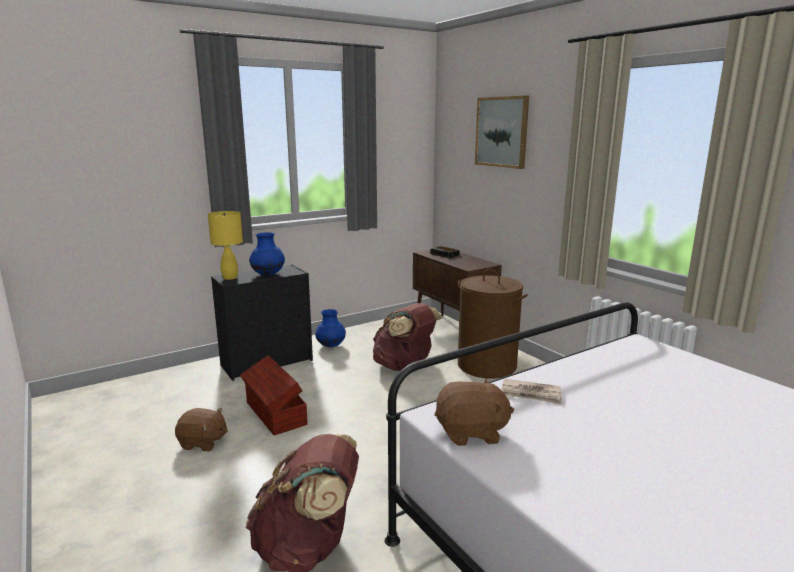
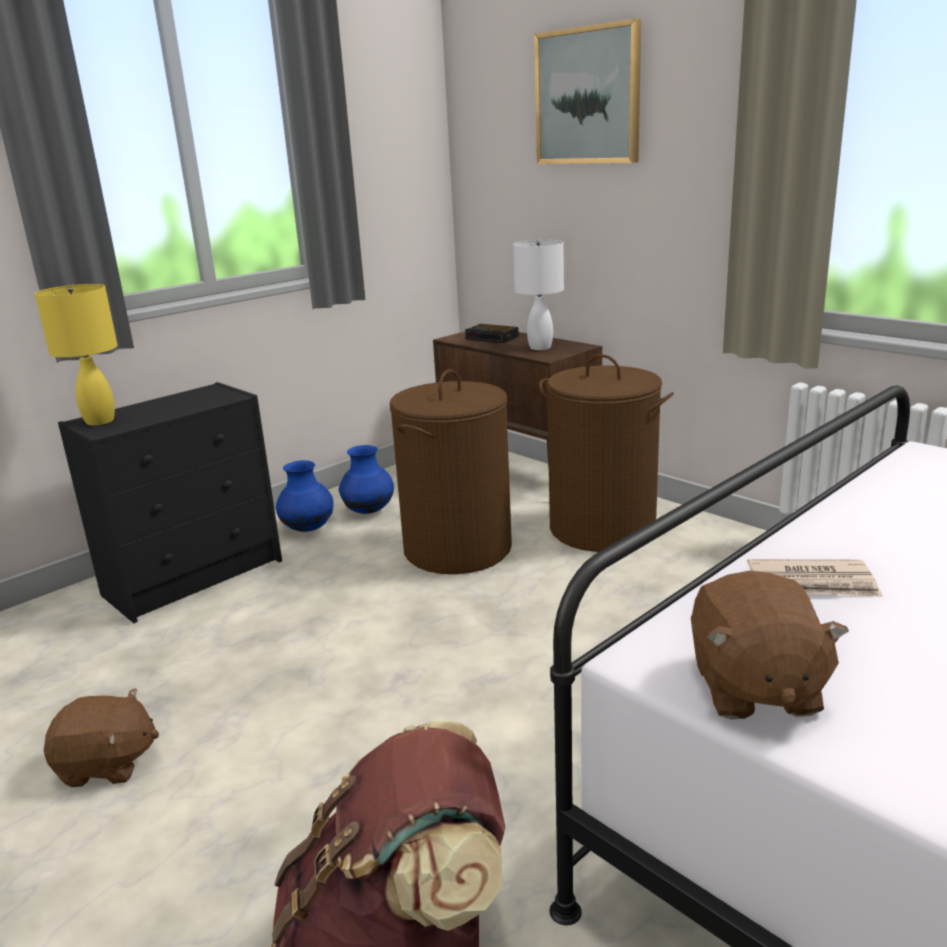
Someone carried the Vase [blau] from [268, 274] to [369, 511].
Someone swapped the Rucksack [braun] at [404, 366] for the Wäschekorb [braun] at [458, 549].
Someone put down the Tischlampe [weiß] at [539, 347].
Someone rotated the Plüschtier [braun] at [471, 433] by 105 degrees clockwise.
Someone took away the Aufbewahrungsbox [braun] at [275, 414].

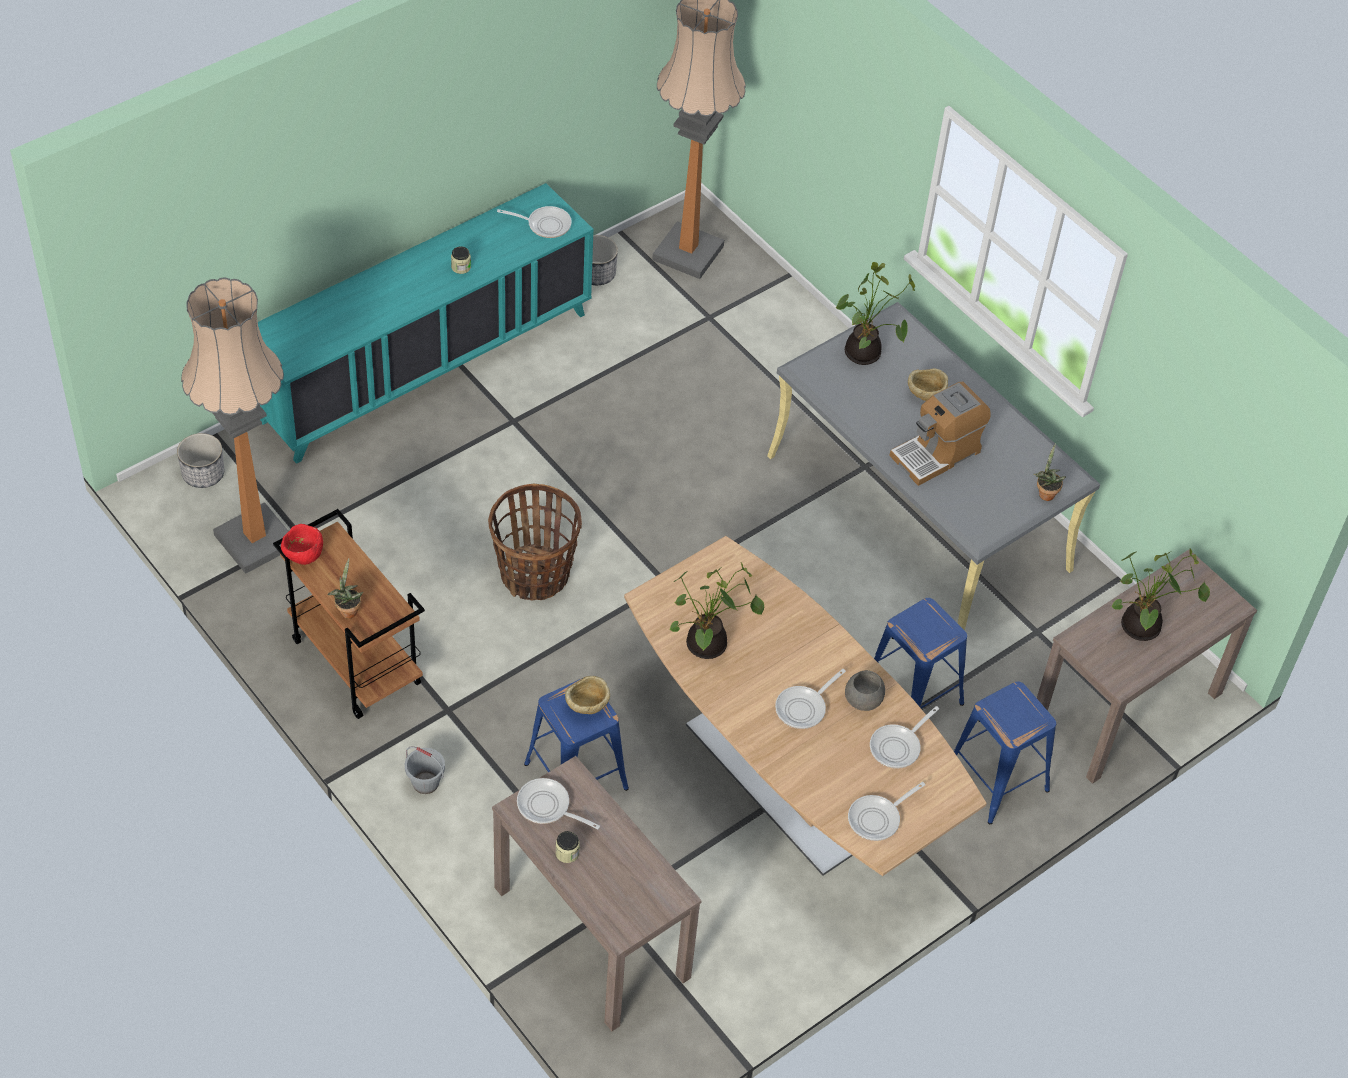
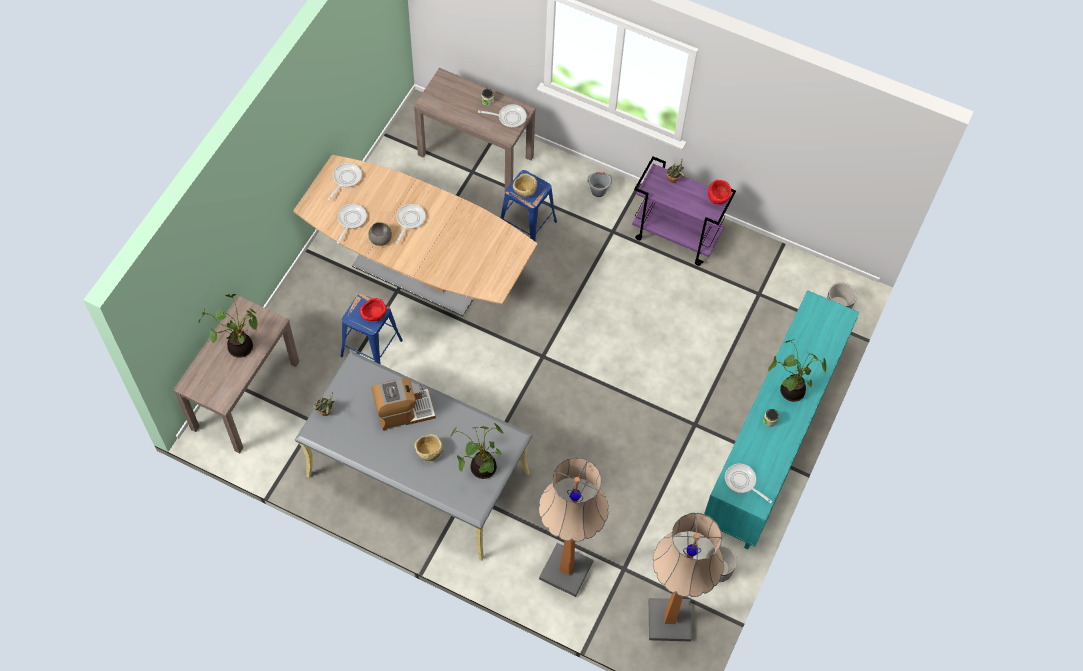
Someone put down the Schüssel [rot] at [373, 316].
Someone rotated the Kaffeemaschine at [936, 453] by 45 degrees clockwise.
Someone carried the Stehlampe from [255, 540] to [566, 570].
Someone repainted the Rollwagen [braun] at [354, 661], which became the Rollwagen [lila] at [677, 236].
Someone rotated the Pfanne at [545, 224] by 60 degrees clockwise.
Someone carried the Topfpflanze from [707, 648] to [790, 389].
Someone took away the Korb at [535, 575].
Someone took away the Hocker [blau] at [997, 779].

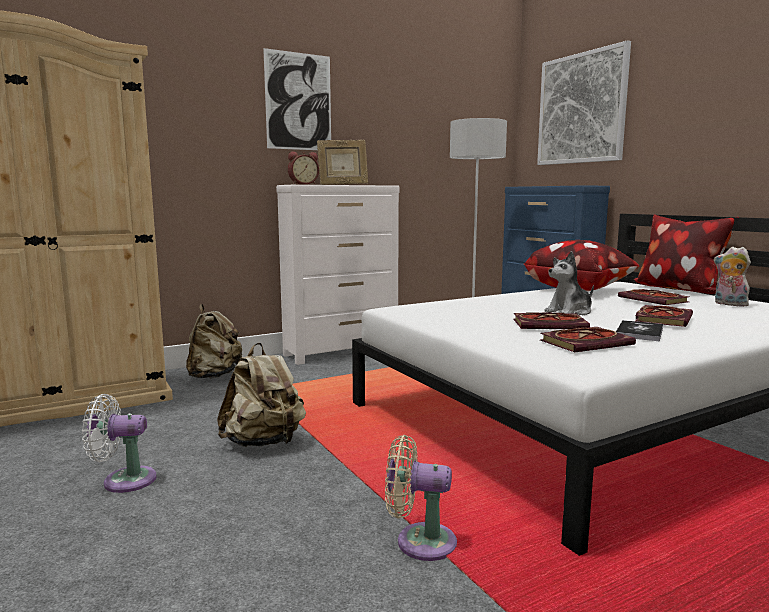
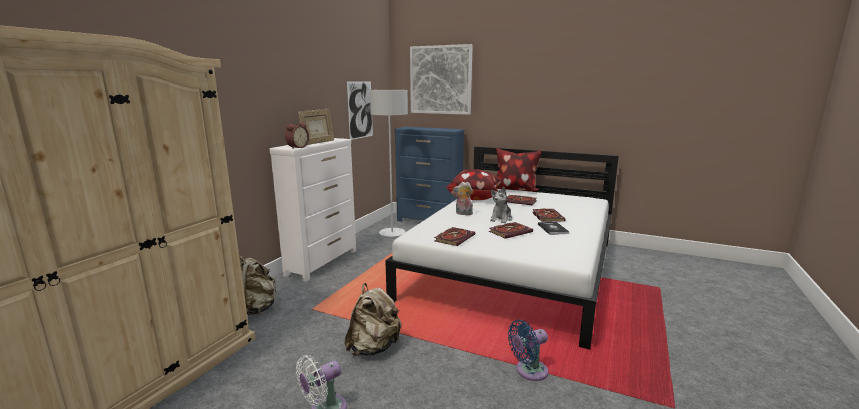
Someone carried the Bild from [298, 101] to [360, 110].
Someone carried the Buch from [586, 343] to [454, 238].
Someone carried the Plüschtier from [729, 304] to [463, 214].
Someone repainted the Ventilator [beige] at [419, 541], which became the Ventilator [blau] at [528, 371].

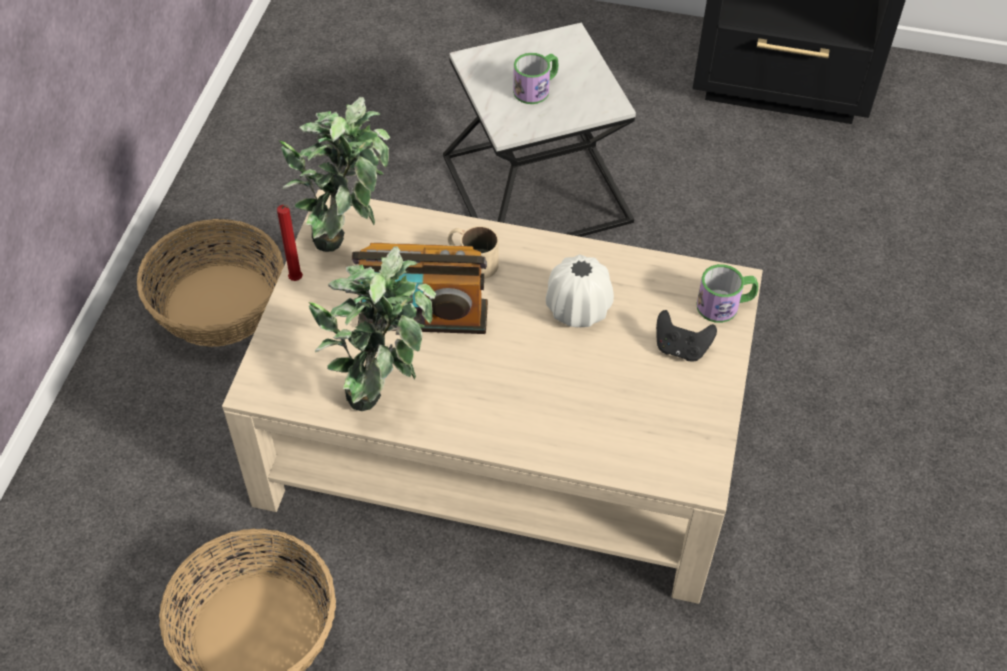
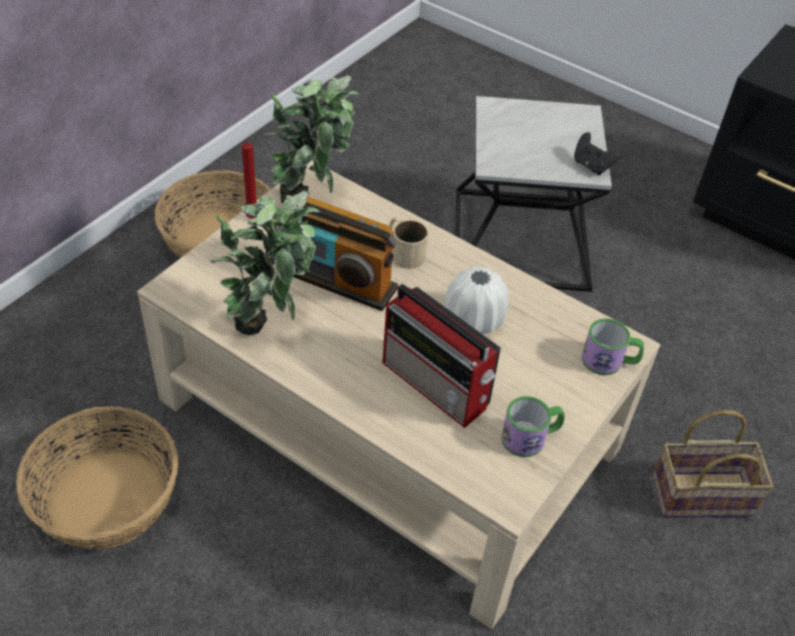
Someone put down the Radio at [437, 386].
Someone carried the Henkelbecher from [536, 88] to [530, 437].
Someone carried the Gamepad [schwarz] from [681, 348] to [592, 166].
Someone put down the Korb at [703, 494].

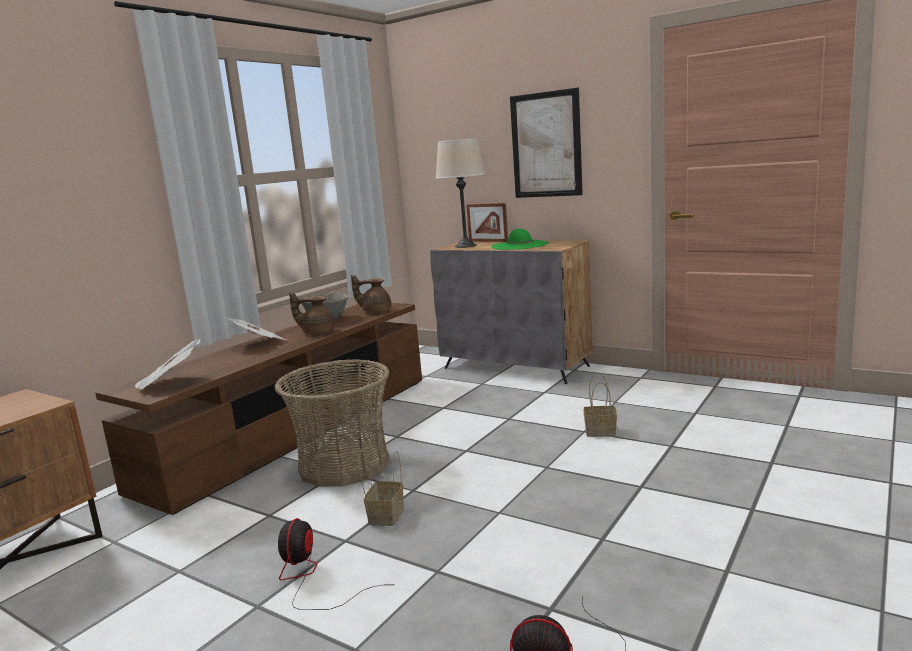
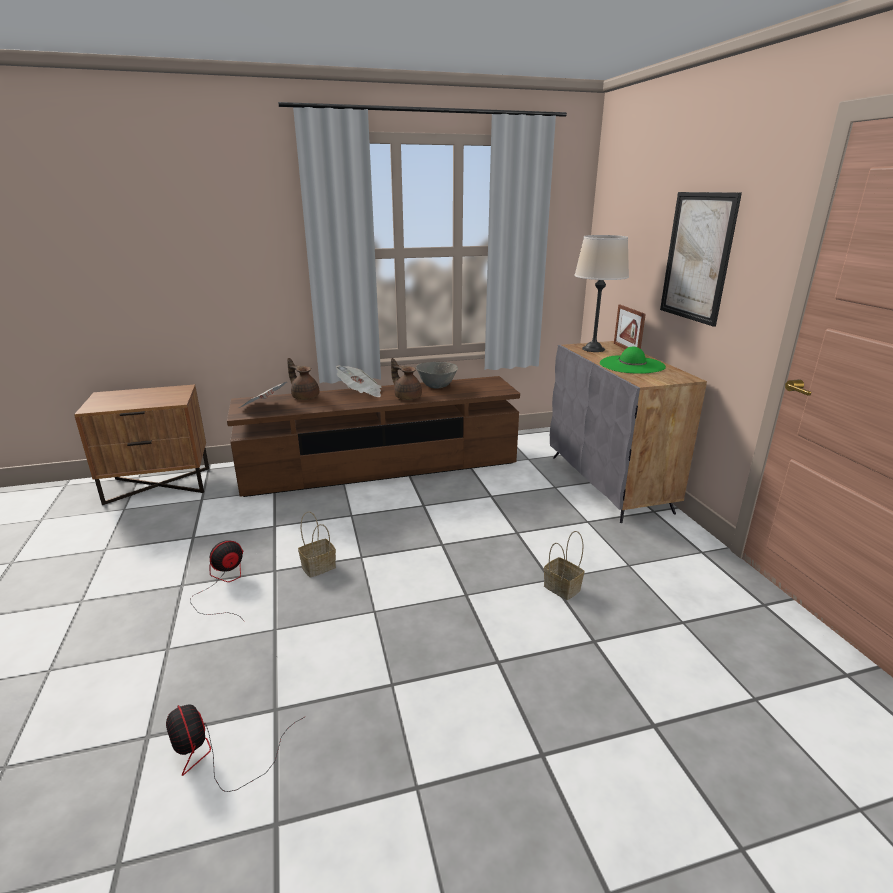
Someone carried the Teekanne [braun] from [375, 311] to [305, 397].
Someone took away the Korb at [344, 465].

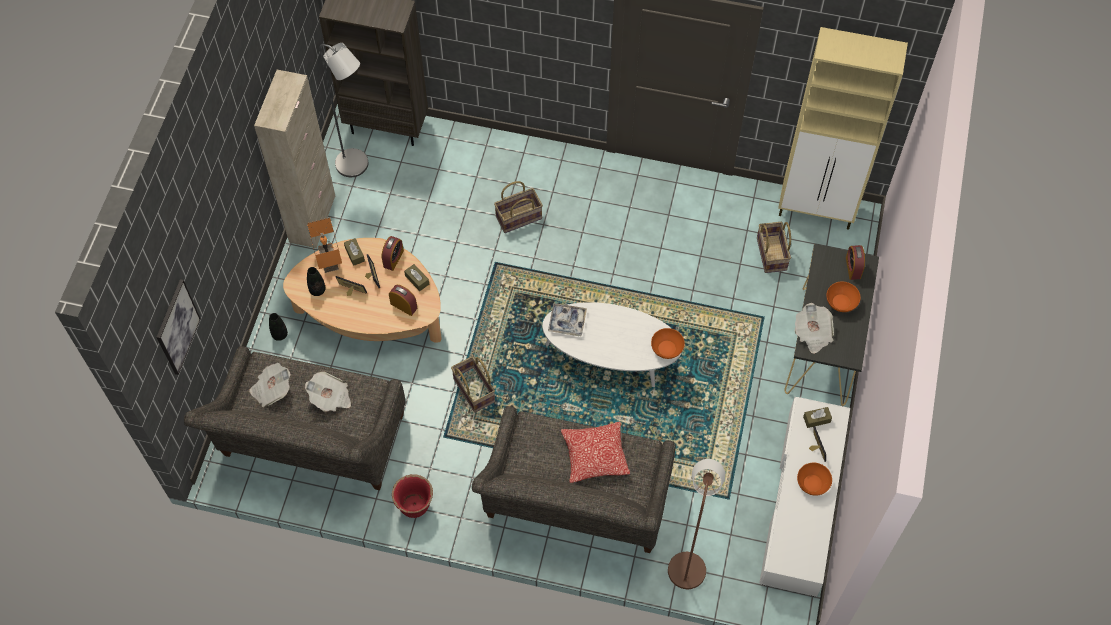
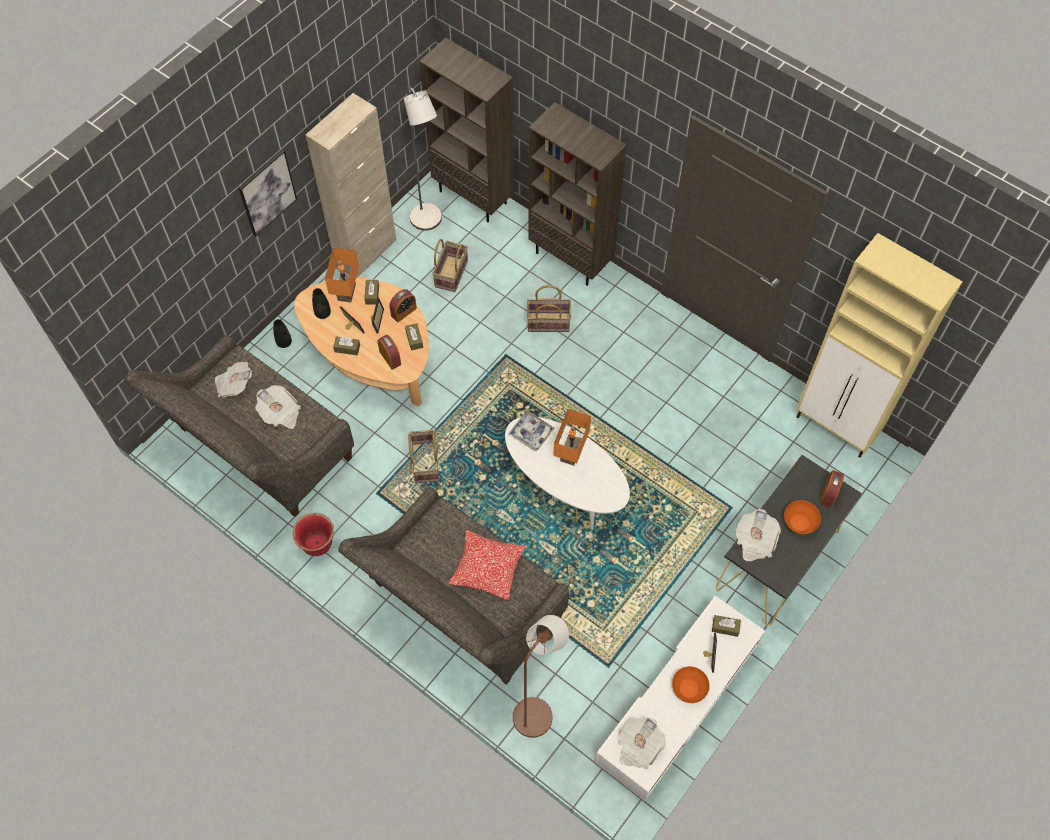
Someone carried the Bild from [177, 327] to [267, 192].
Someone put down the Taschentuchbox [braun] at [347, 348].
Someone carried the Korb from [770, 254] to [450, 273].
Someone put down the Bücherregal [braun] at [571, 259].
Someone put down the Tischlampe [orange] at [569, 452].
Someone put down the Zeitung at [638, 747].
Someone took away the Schüssel [orange] at [667, 348].

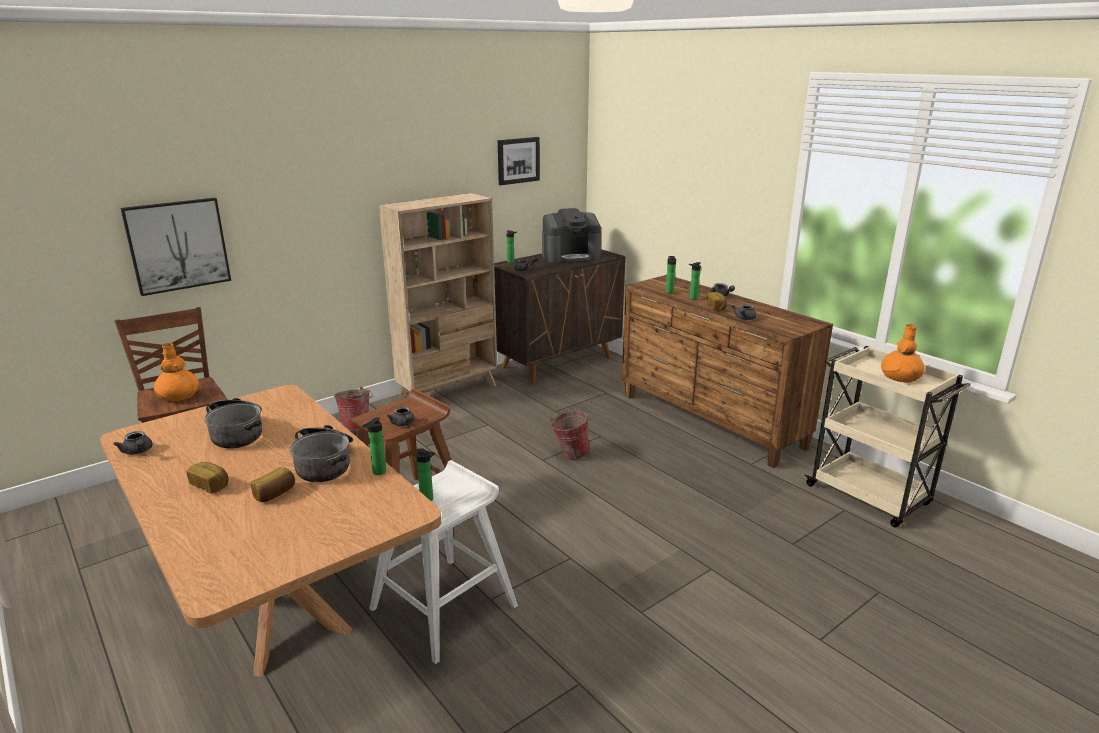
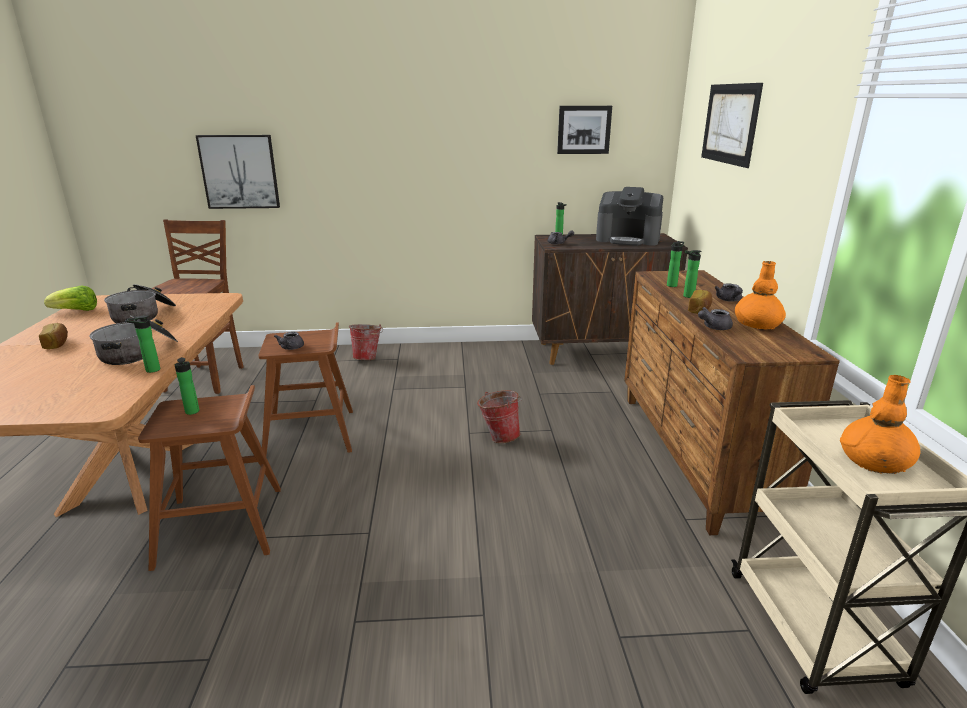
Someone swapped the Teekanne [grau] at [138, 452] for the Salatkopf at [77, 311].
Someone repainted the Hocker [weiß] at [445, 606], which became the Hocker [braun] at [222, 526].
Someone put up the Bild at [730, 124].
Someone carried the Vase [orange] from [178, 395] to [757, 324].
Someone took away the Brot at [275, 494].
Someone took away the Bücherregal [beige] at [449, 391].

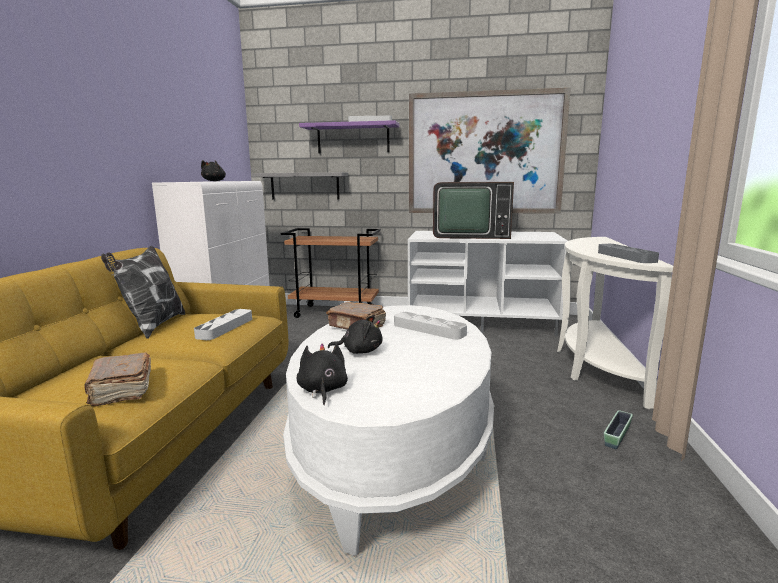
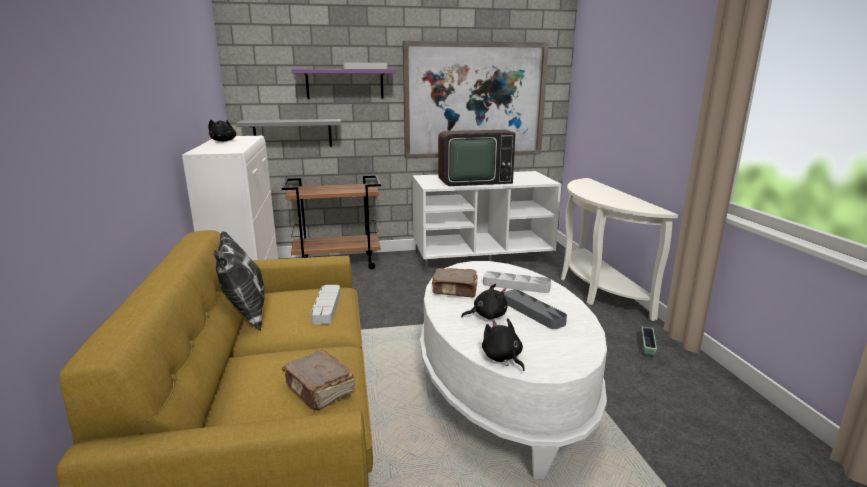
Someone carried the Tablett [grau] from [626, 257] to [533, 312].

